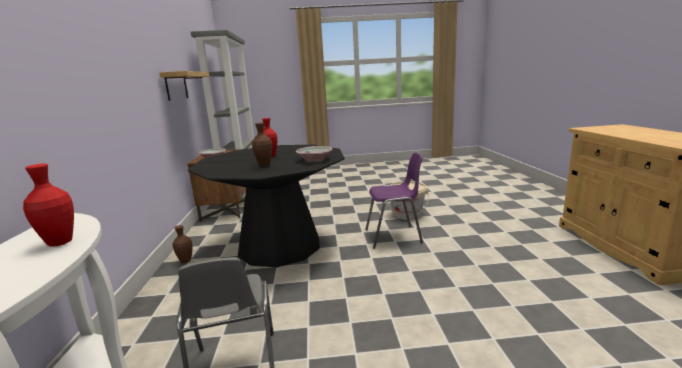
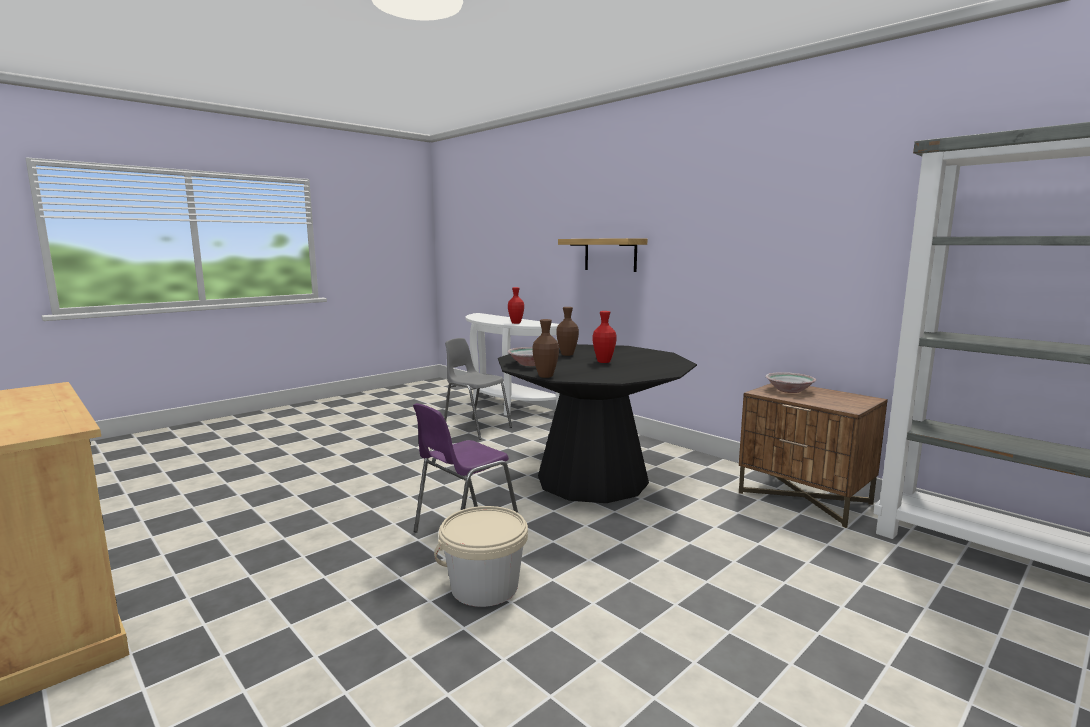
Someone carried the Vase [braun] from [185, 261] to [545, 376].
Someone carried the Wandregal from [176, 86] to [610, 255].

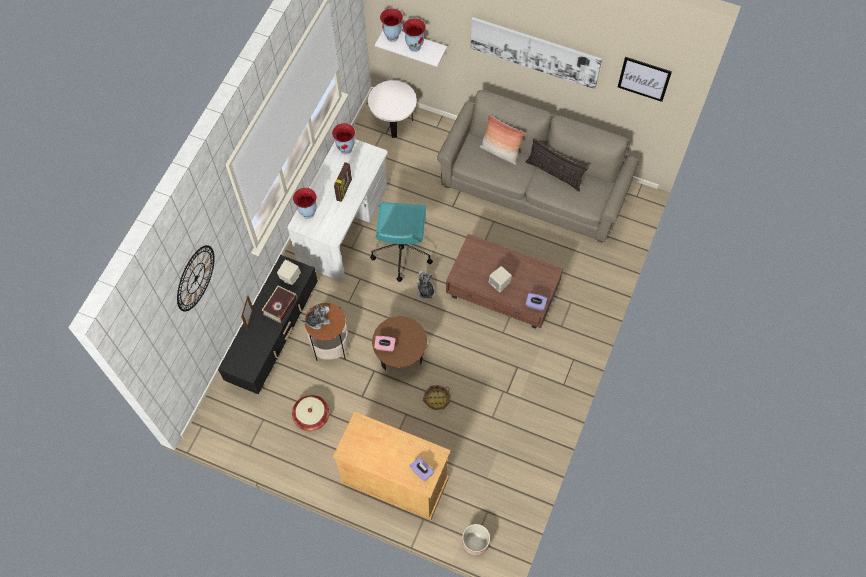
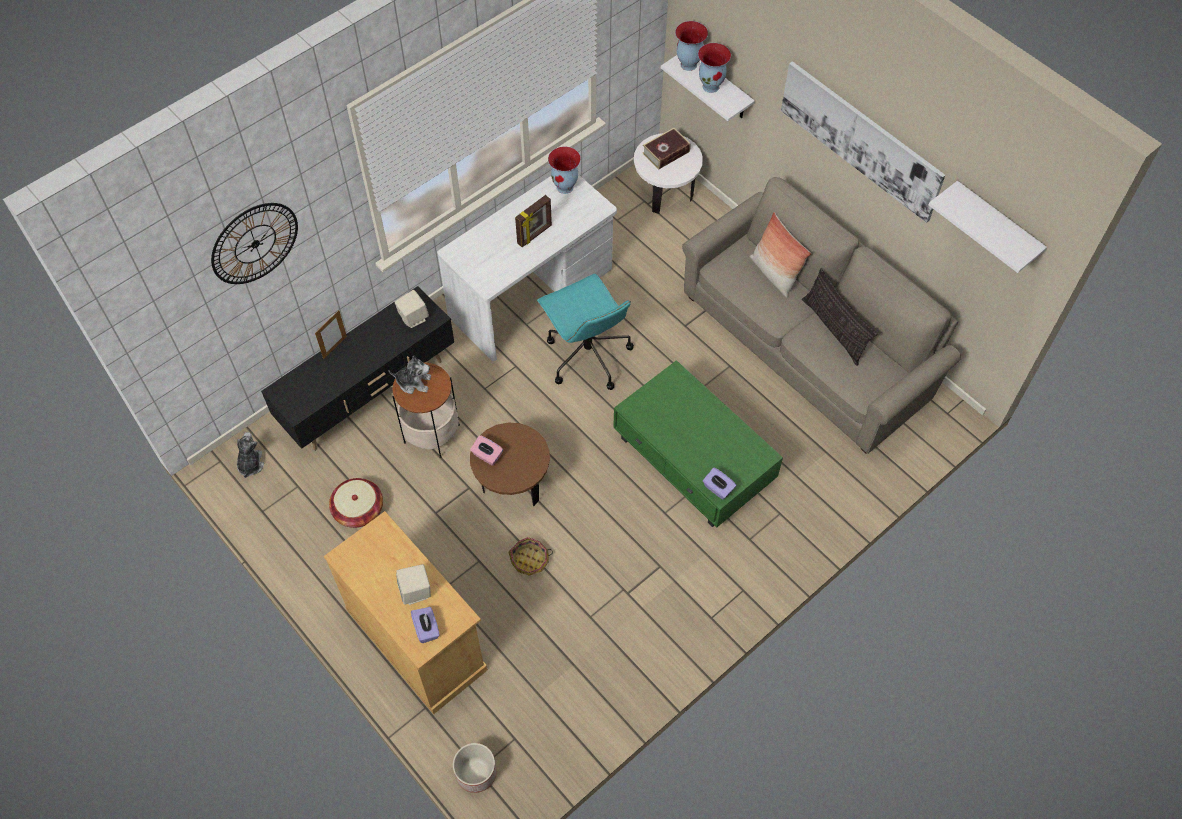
Someone carried the Plüschtier from [425, 290] to [250, 464].
Someone carried the Lautsprecher [beige] from [499, 284] to [416, 592].
Someone rotated the Bürostuhl [türkis] at [401, 252] by 60 degrees counterclockwise.
Someone repainted the Couchtisch [braun] at [503, 291], which became the Couchtisch [grün] at [694, 461].
Someone carried the Buch from [280, 306] to [666, 152].
Someone swapped the Bild at [644, 79] for the Wandregal [weiß] at [996, 225].
Someone took away the Vase at [308, 213].

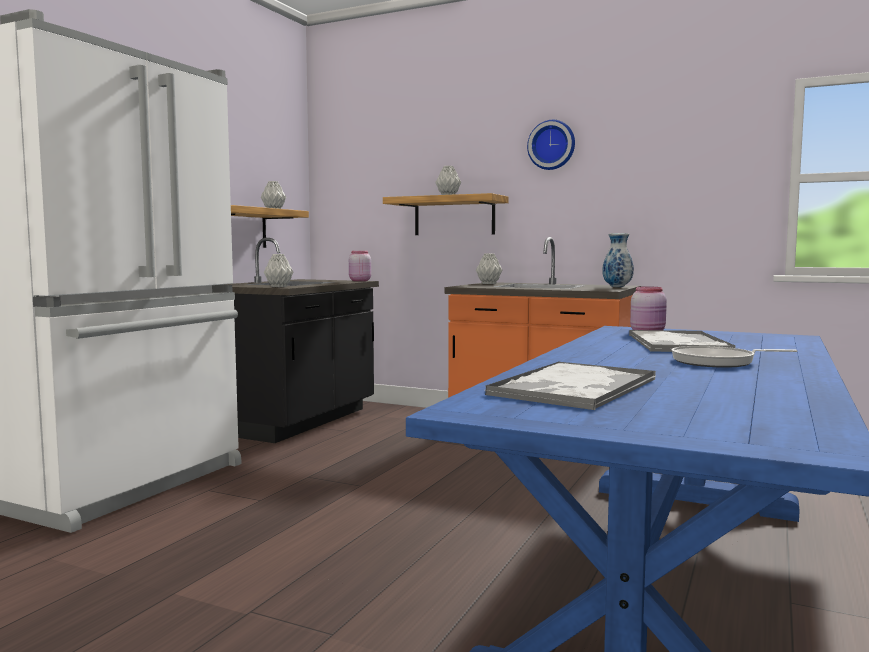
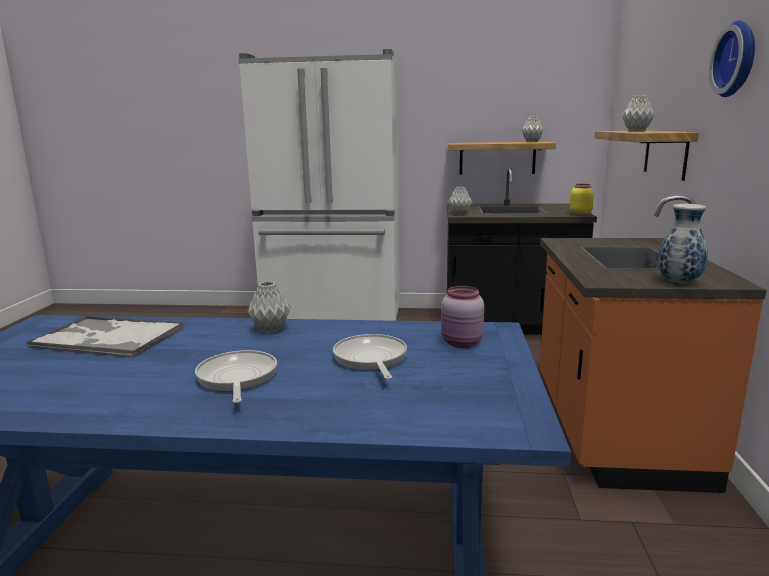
Someone carried the Vase [grau] from [489, 283] to [270, 329].
Someone swapped the Tablett at [678, 344] for the Pfanne at [371, 359].
Someone repainted the Vorratsglas [rosa] at [359, 281], which became the Vorratsglas [gelb] at [580, 214].

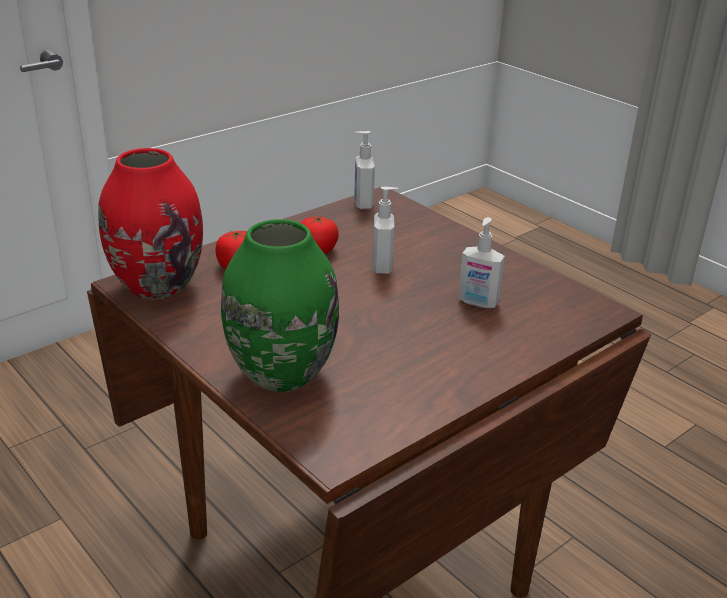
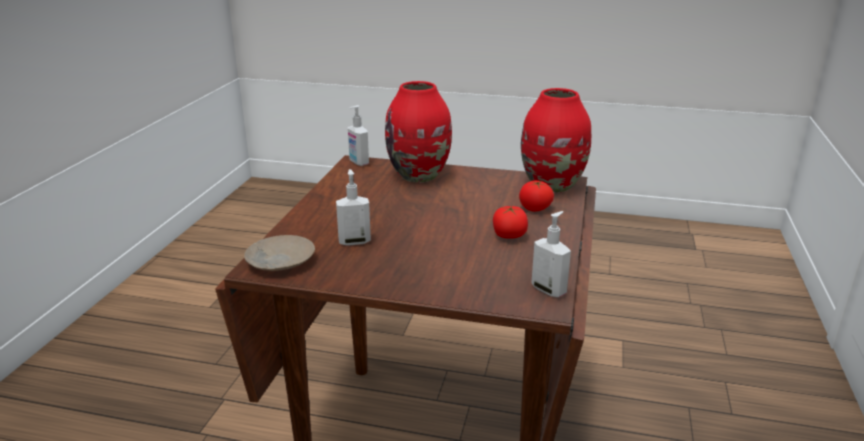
Someone put down the Teller [beige] at [280, 261].
Someone carried the Seifenspender from [383, 267] to [358, 162].
Someone repainted the Vase [grün] at [280, 373], which became the Vase [rot] at [419, 175].

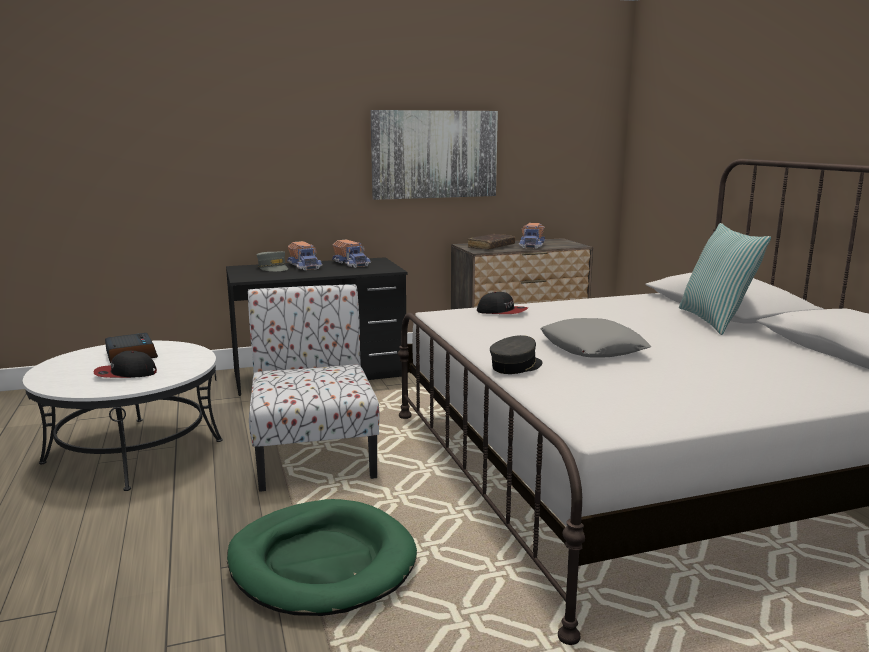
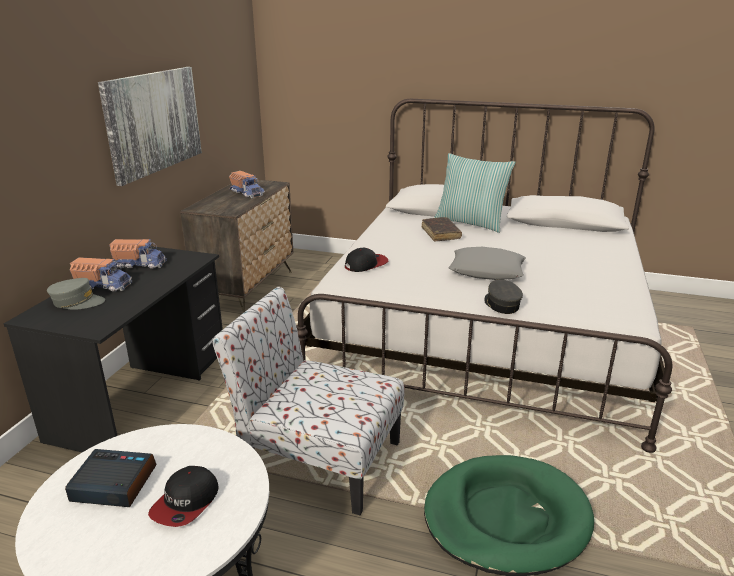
Someone carried the Buch [braun] from [491, 247] to [440, 234].

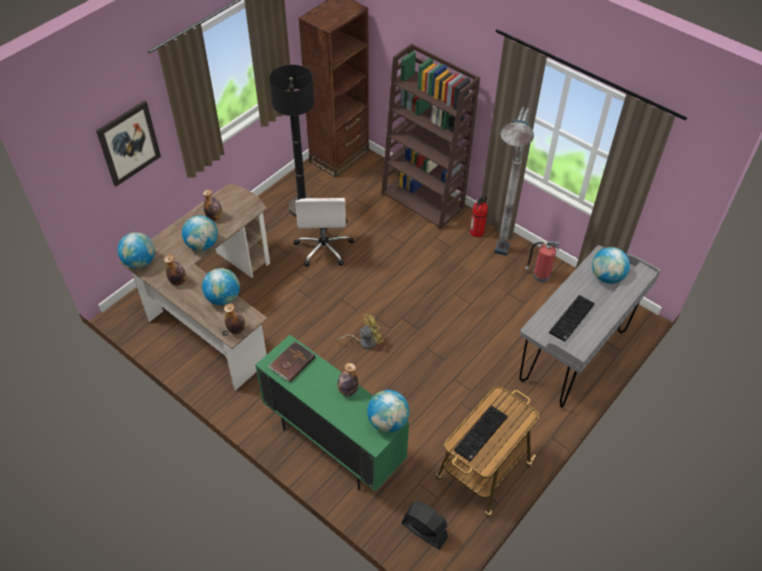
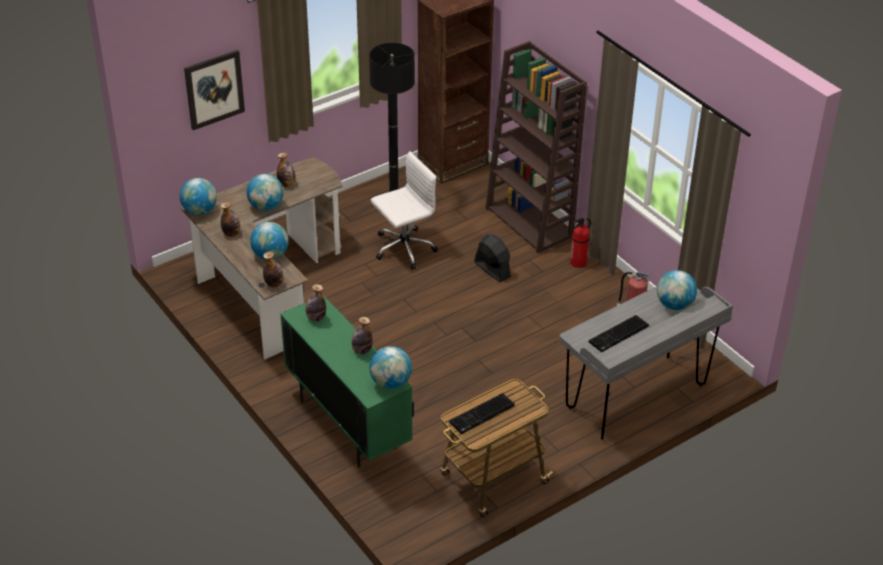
Someone swapped the Buch [braun] at [291, 362] for the Flasche at [316, 318].
Someone rotated the Bürostuhl [weiß] at [324, 248] by 135 degrees counterclockwise.
Someone carried the Ventilator [schwarz] from [424, 530] to [492, 269].
Someone took away the Ventilator [gelb] at [364, 341].
Someone took away the Stehlampe [grau] at [494, 269].

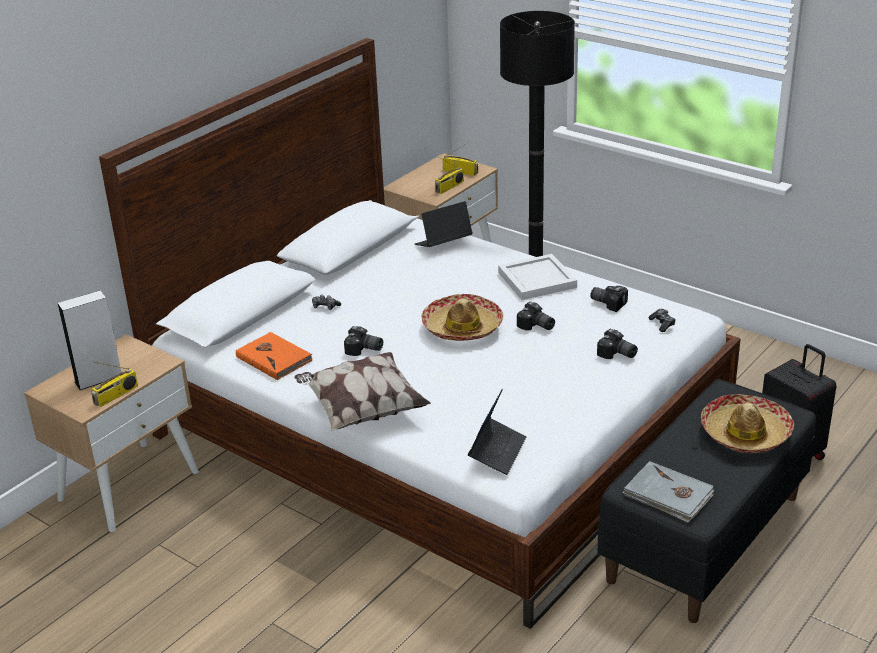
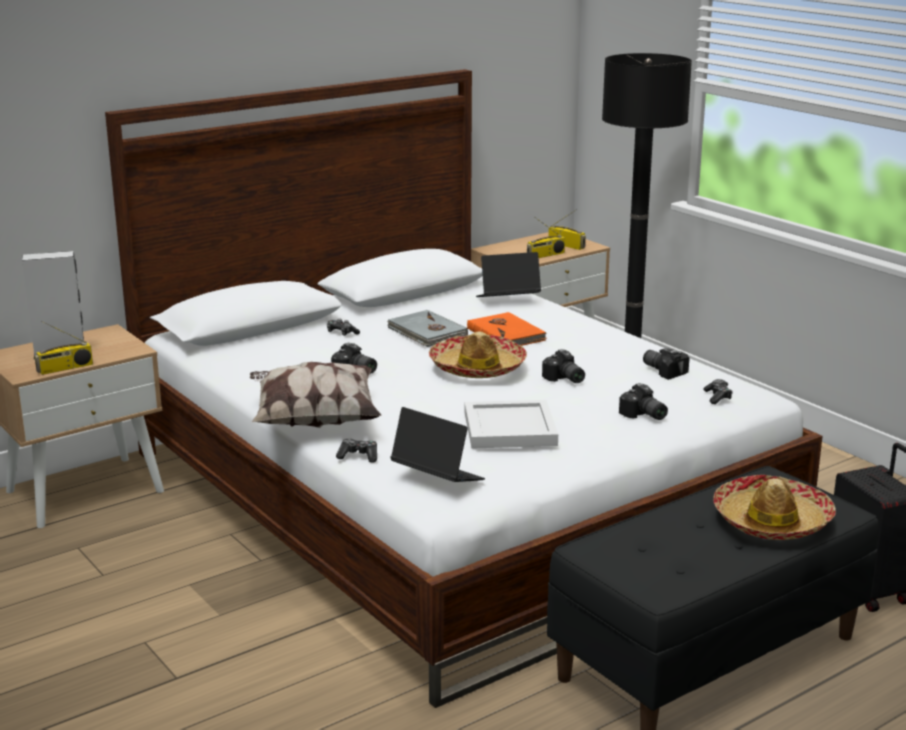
Someone put down the Gamepad at [359, 456].
Someone carried the Buch [grau] from [668, 495] to [426, 332].
Someone rotated the Laptop at [497, 452] by 90 degrees counterclockwise.
Someone carried the Tablett [weiß] from [537, 279] to [511, 428].
Someone carried the Buch [orange] from [274, 358] to [506, 334].

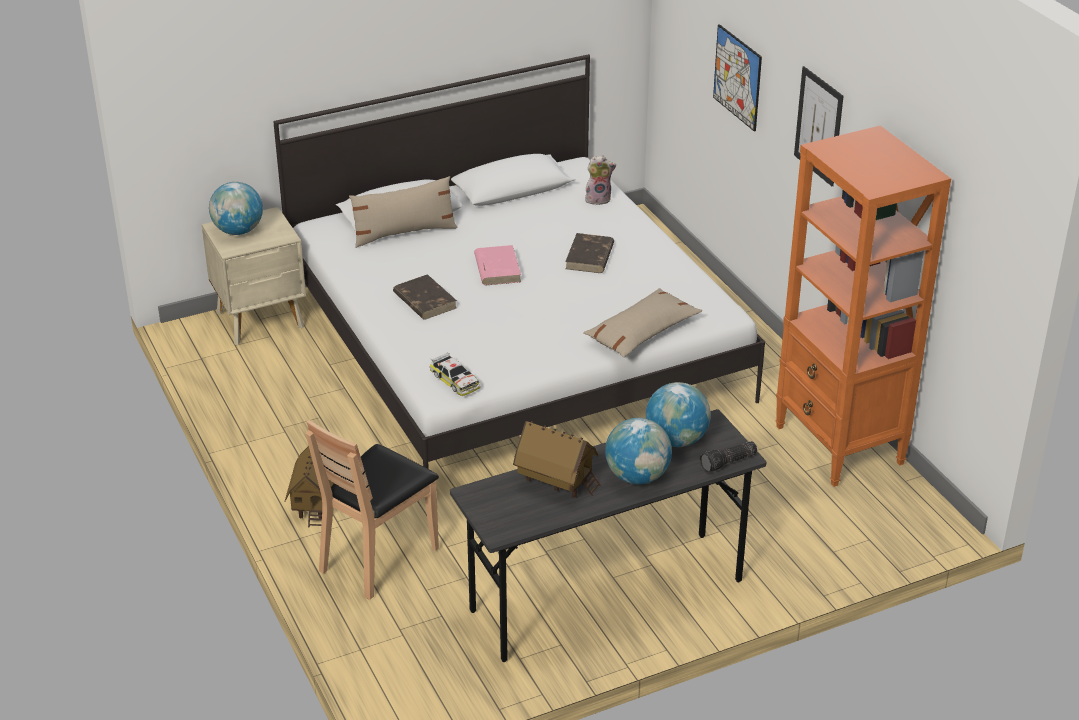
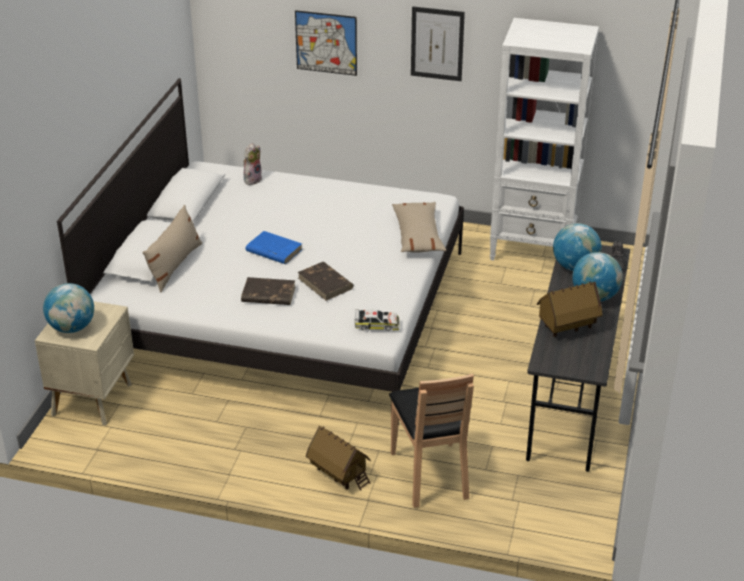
Someone repainted the Buch [rosa] at [497, 268], which became the Buch [blau] at [273, 250].
Someone carried the Buch [braun] from [589, 257] to [325, 283].
Someone repainted the Bücherregal [orange] at [839, 446], which became the Bücherregal [weiß] at [533, 249].

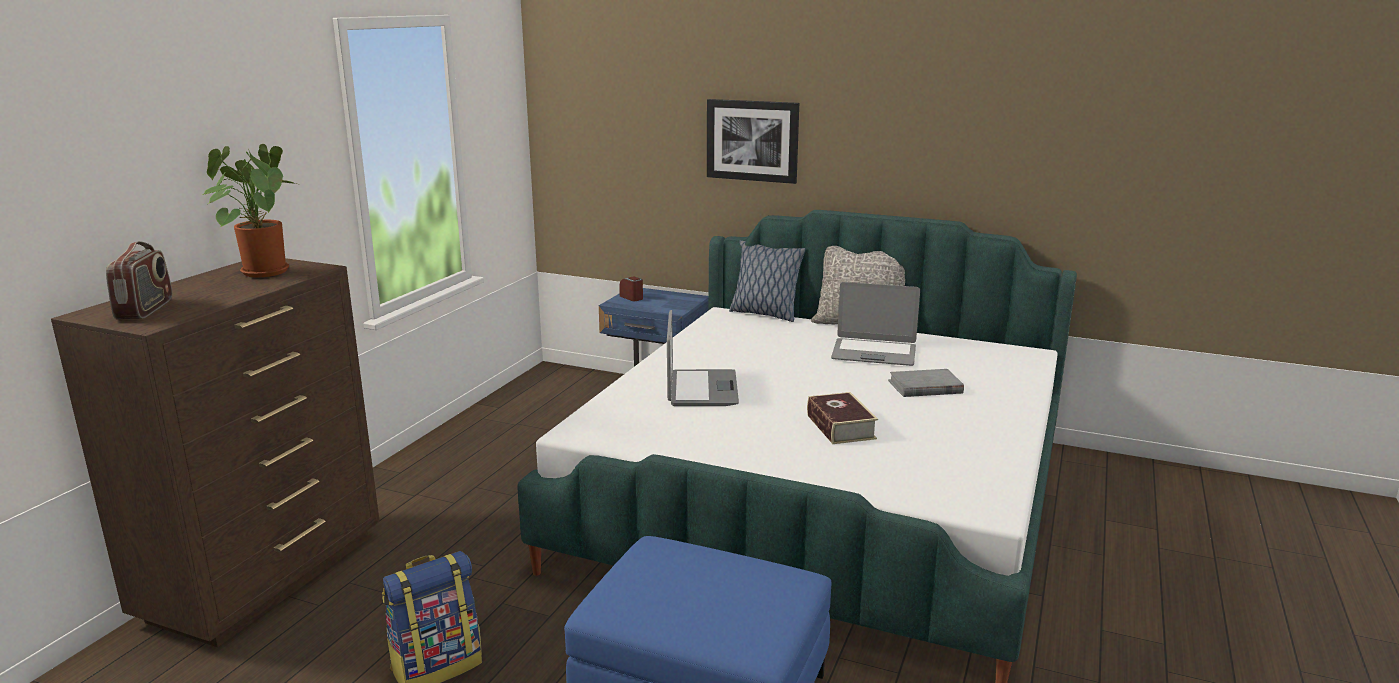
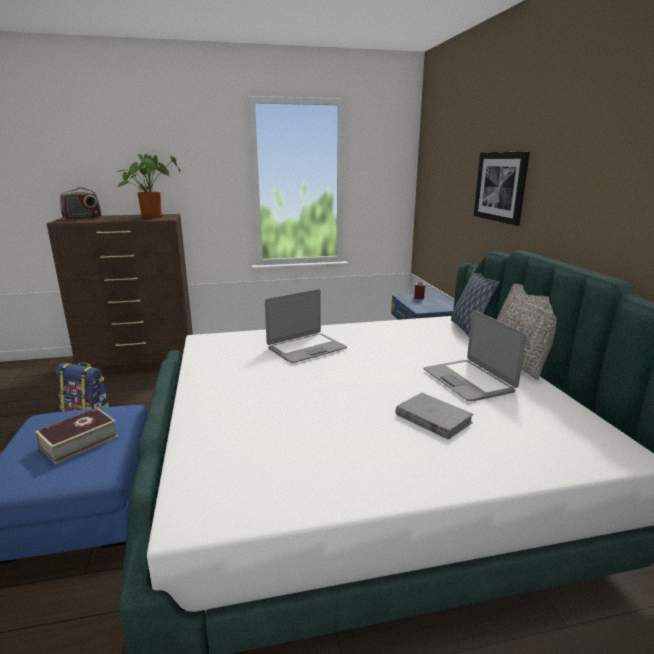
Someone carried the Buch from [840, 427] to [79, 442].

